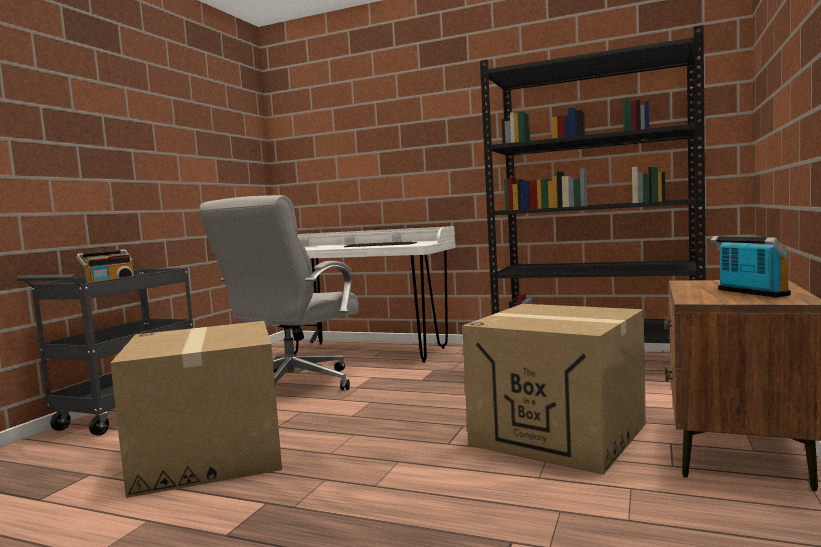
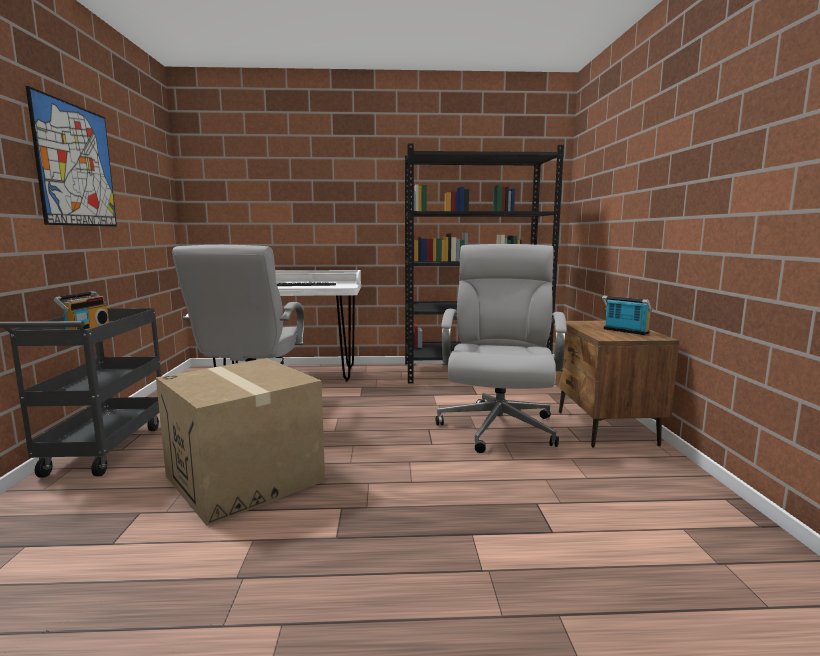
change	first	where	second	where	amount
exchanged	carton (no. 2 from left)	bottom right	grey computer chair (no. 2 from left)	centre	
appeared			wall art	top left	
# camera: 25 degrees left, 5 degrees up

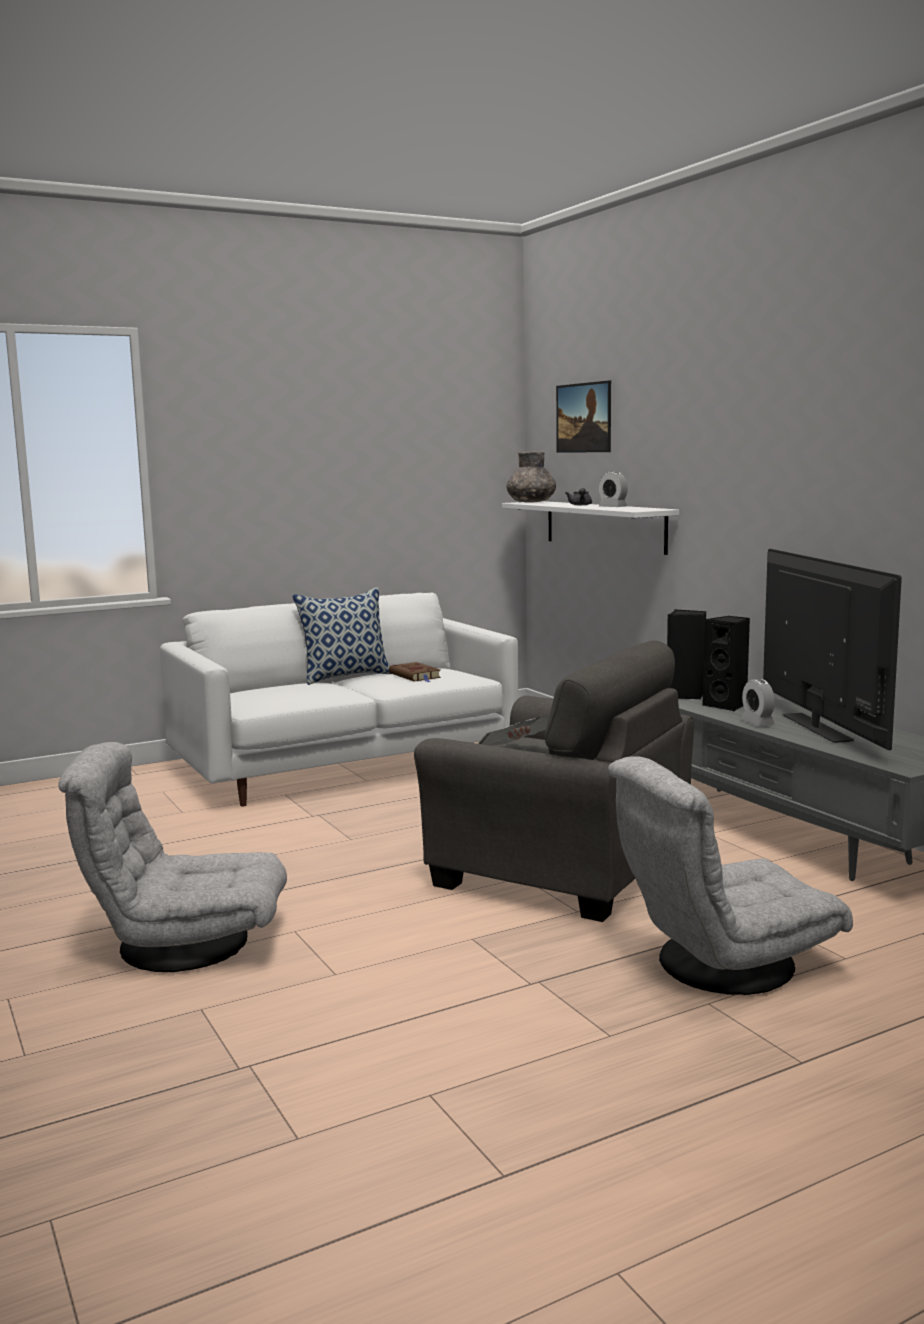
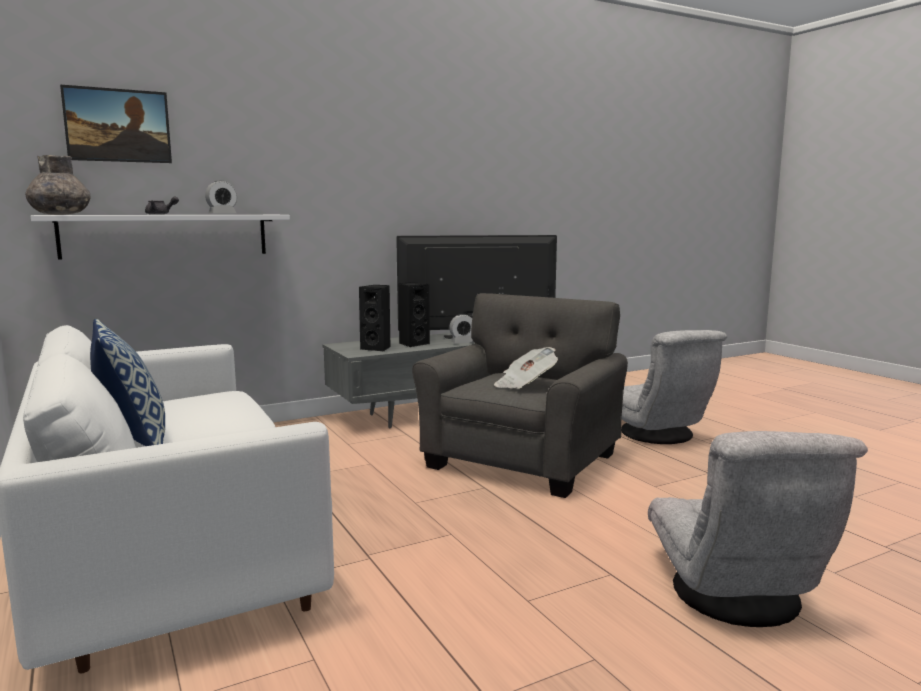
change	first	where	second	where	amount
missing	brown-coloured bound book	centre			
# camera: 90 degrees left, 0 degrees up

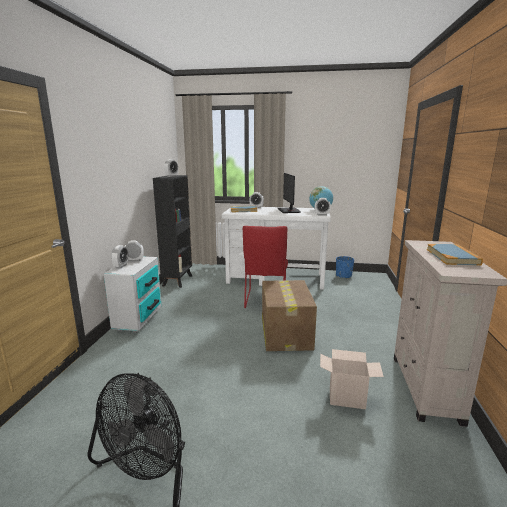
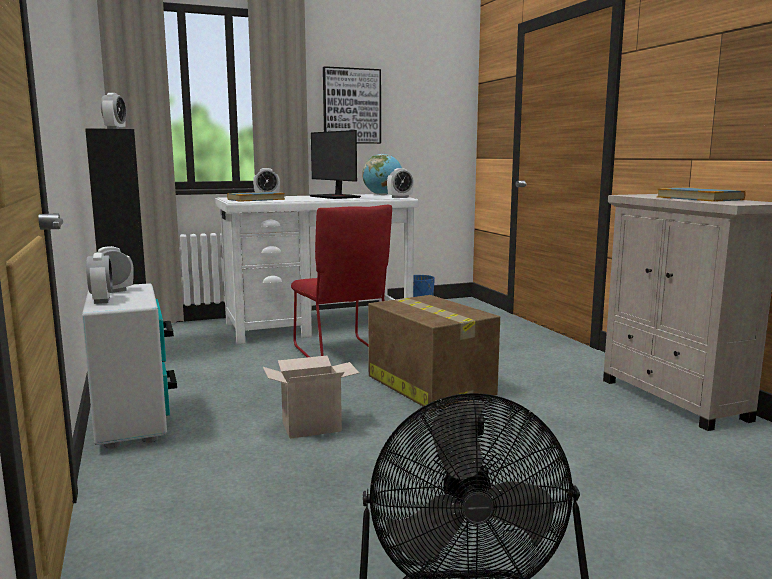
change	first	where	second	where	amount
relocated	carton (no. 2 from left in the first image)	bottom right	carton (no. 1 from left)	bottom centre	
appeared			wall art	top centre	
# camera: 30 degrees left, 5 degrees down

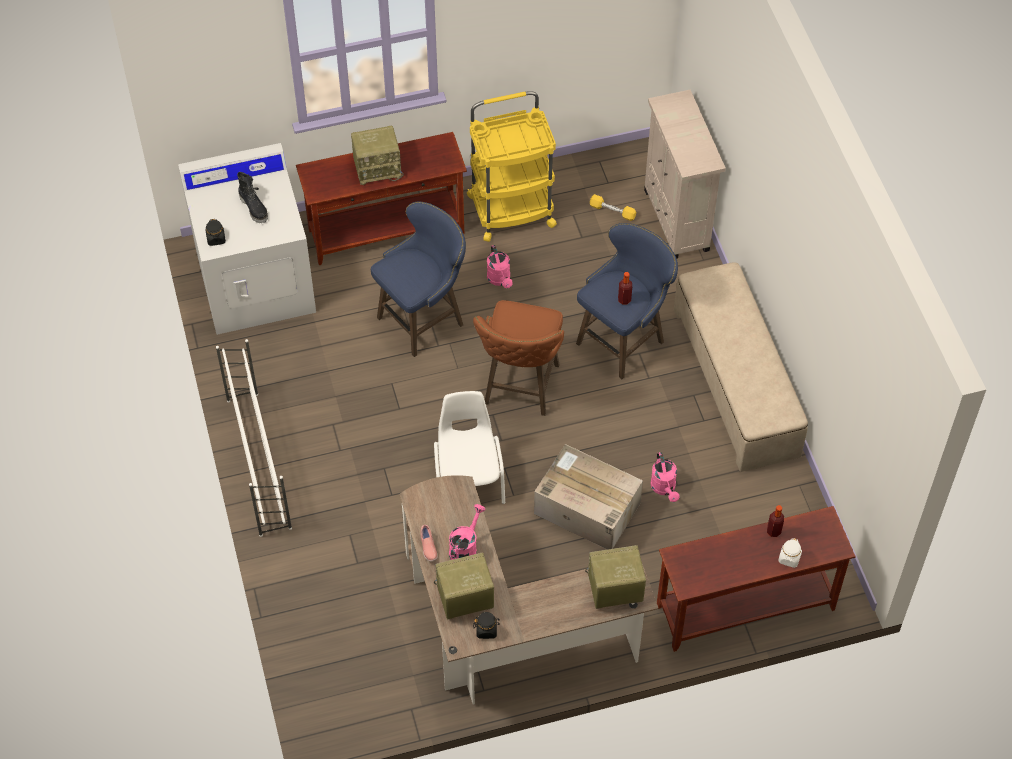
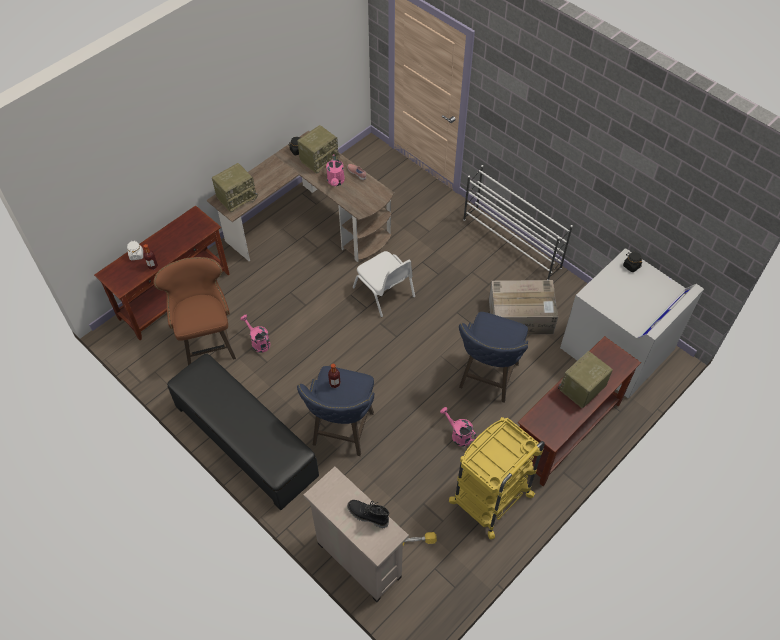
change	first	where	second	where	amount
relocated	black boot	top left		bottom centre	
colour	sand-coloured long seat	middle right	black long seat	bottom left	
relocated	brown-coloured stool seat	centre		middle left	
relocated	carton	centre		middle right	
# camera: 150 degrees right, 0 degrees up

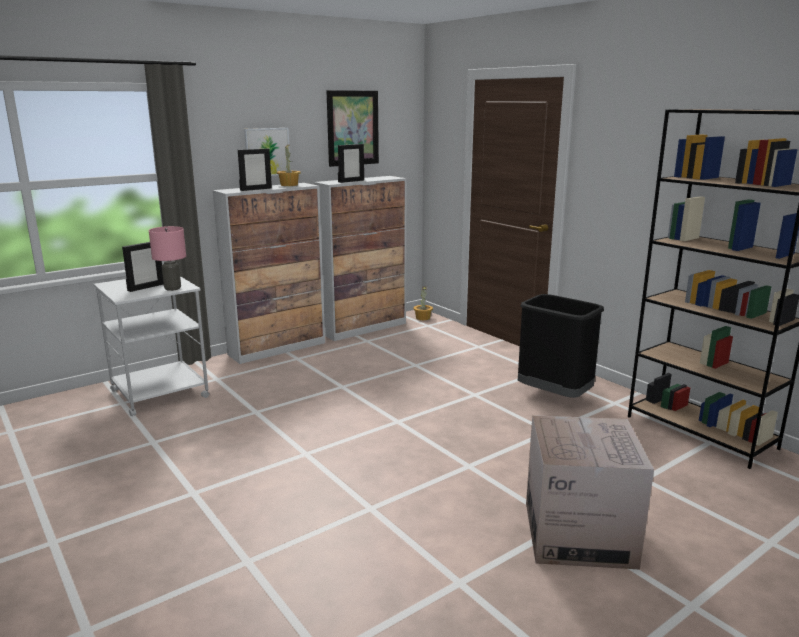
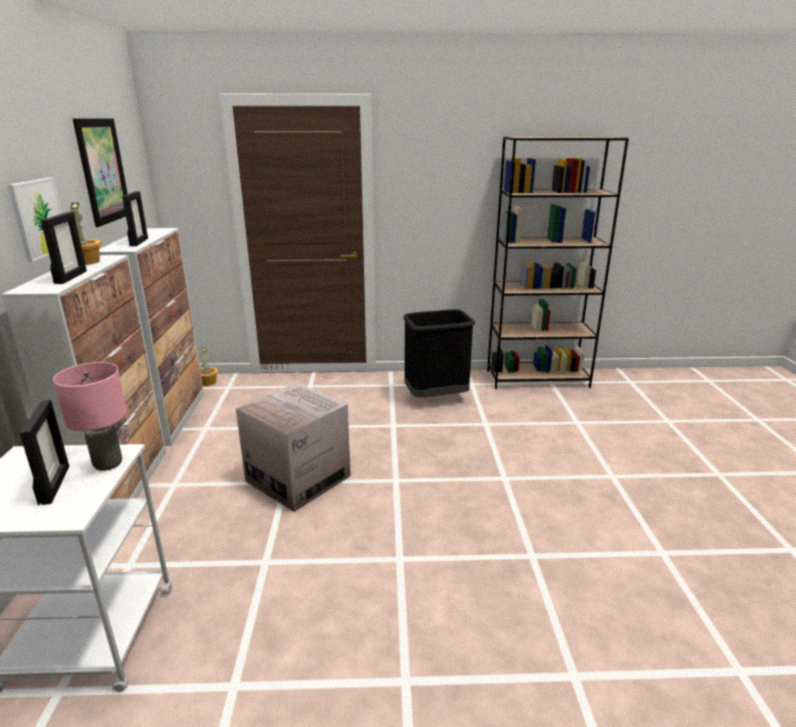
change	first	where	second	where	amount
relocated	carton	bottom right		centre	
# camera: 55 degrees left, 5 degrees up

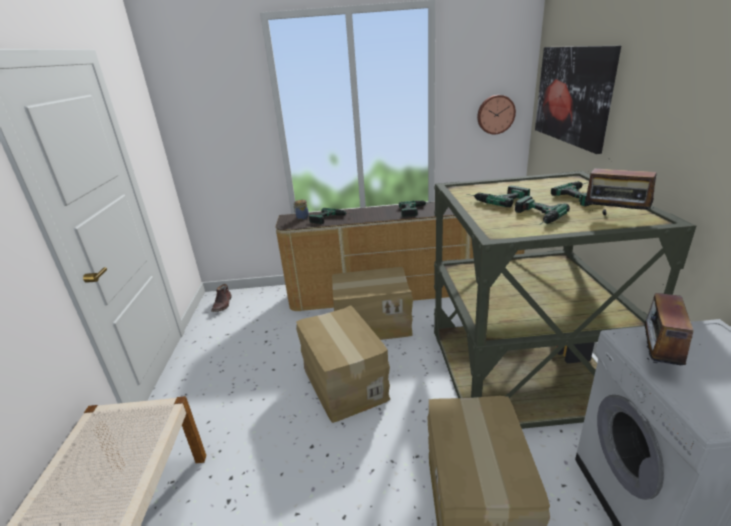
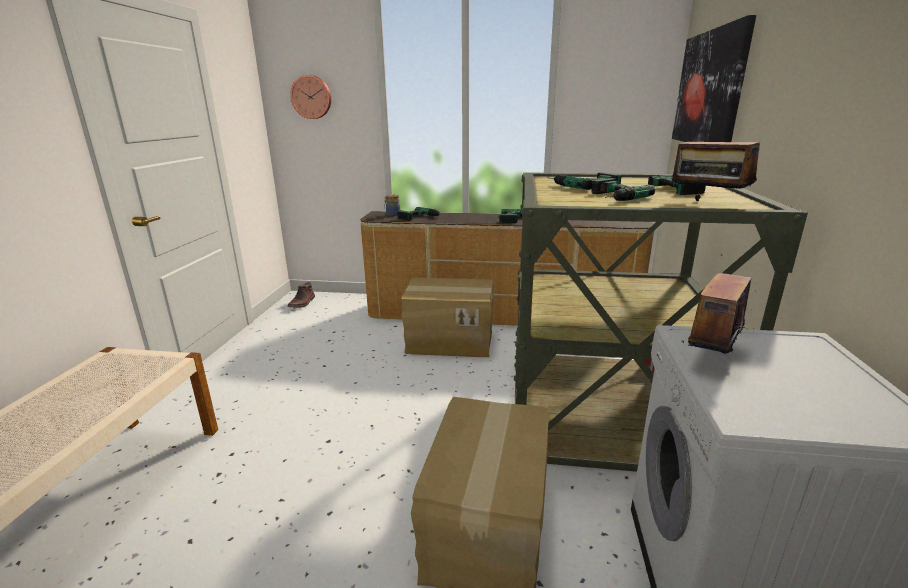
change	first	where	second	where	amount
relocated	hanging clock	top right		top centre	
missing	carton (no. 1 from left)	bottom centre			
# camera: 10 degrees right, 5 degrees down

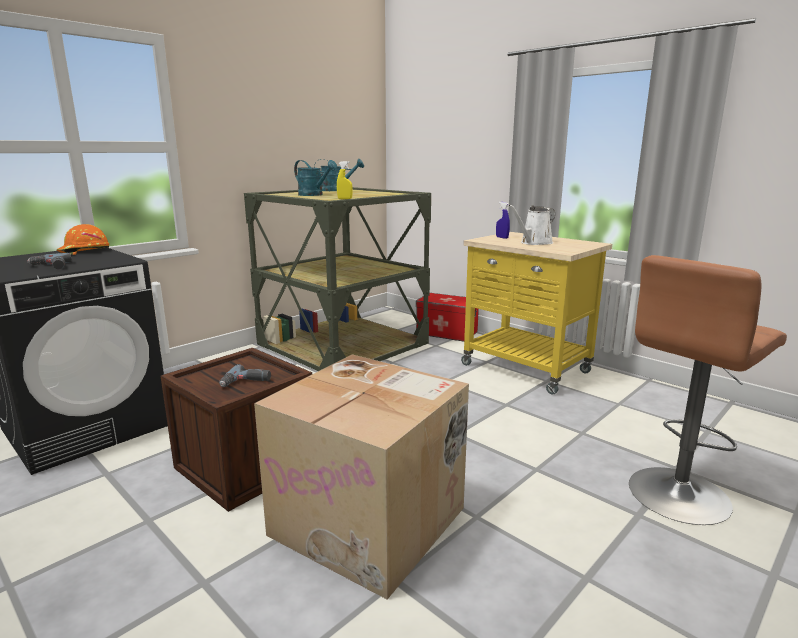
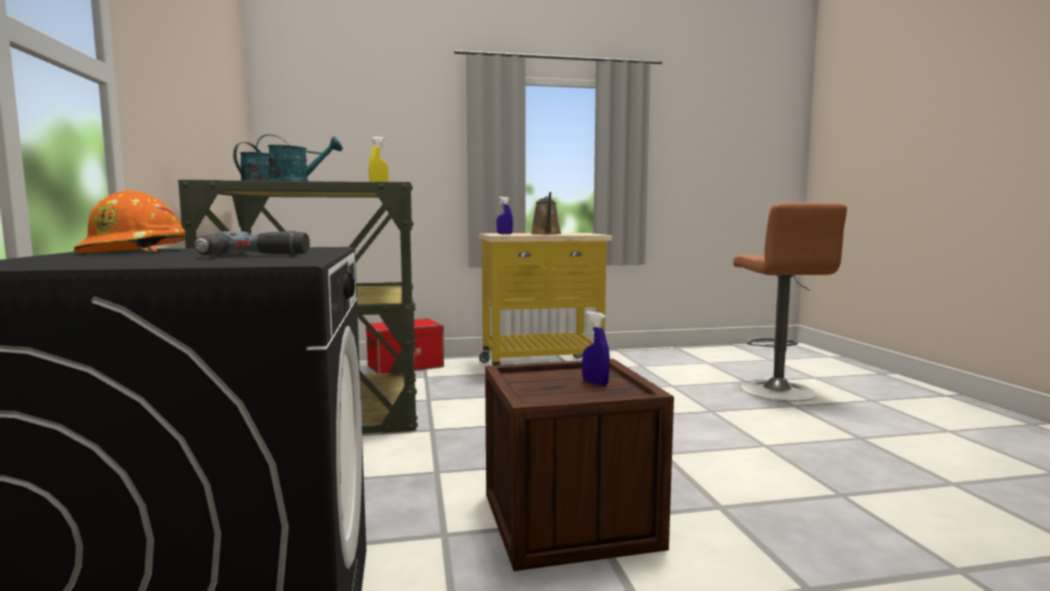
change	first	where	second	where	amount
colour	white watering pot	middle right	brown-coloured watering pot	centre	
missing	carton	bottom centre			
exchanged	drill (no. 2 from left)	middle left	blue-coloured hand sprayer (no. 2 from left)	centre	
# camera: 55 degrees left, 10 degrees down

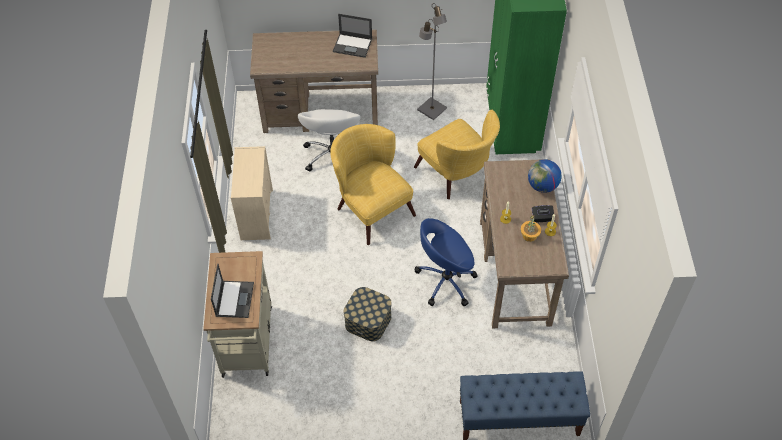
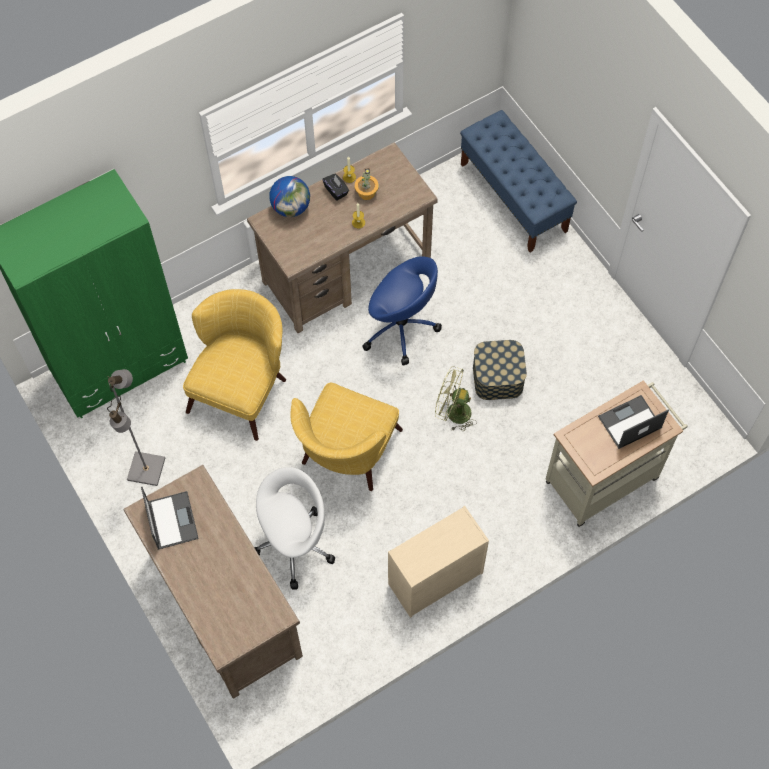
change	first	where	second	where	amount
appeared			green-coloured cooling fan	centre	
# camera: 120 degrees left, 10 degrees up

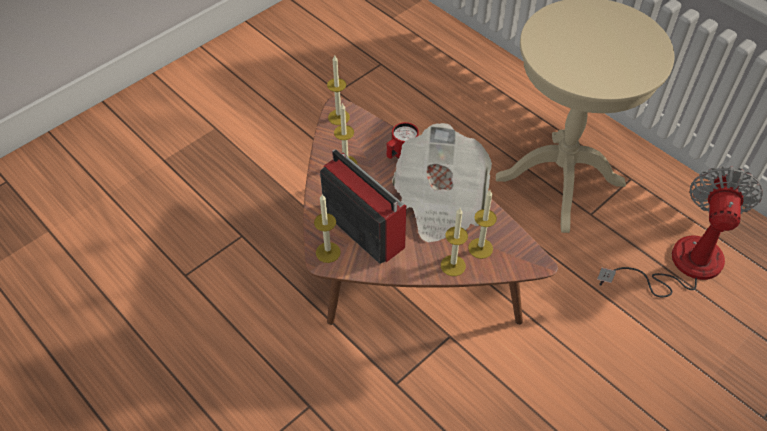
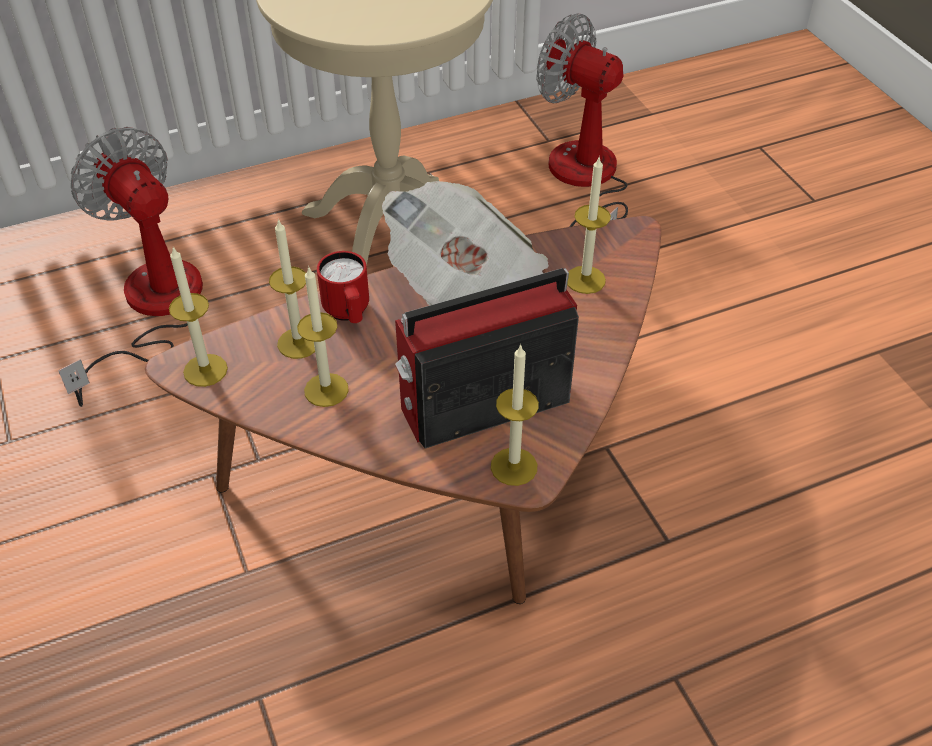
change	first	where	second	where	amount
relocated	wax light (no. 4 from left in the first image)	centre	wax light (no. 2 from left)	middle left	
appeared			cooling fan (no. 1 from left)	middle left	
# camera: 70 degrees left, 5 degrees down

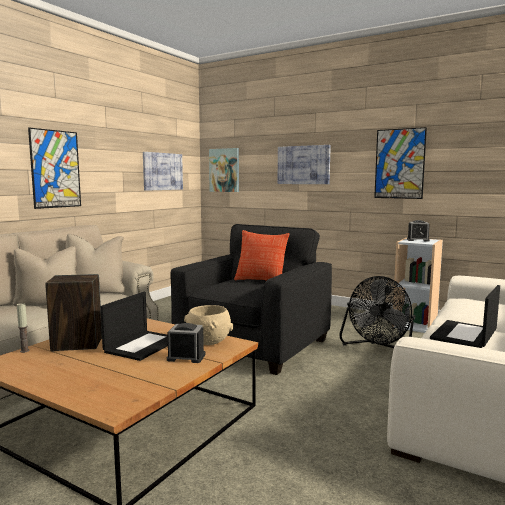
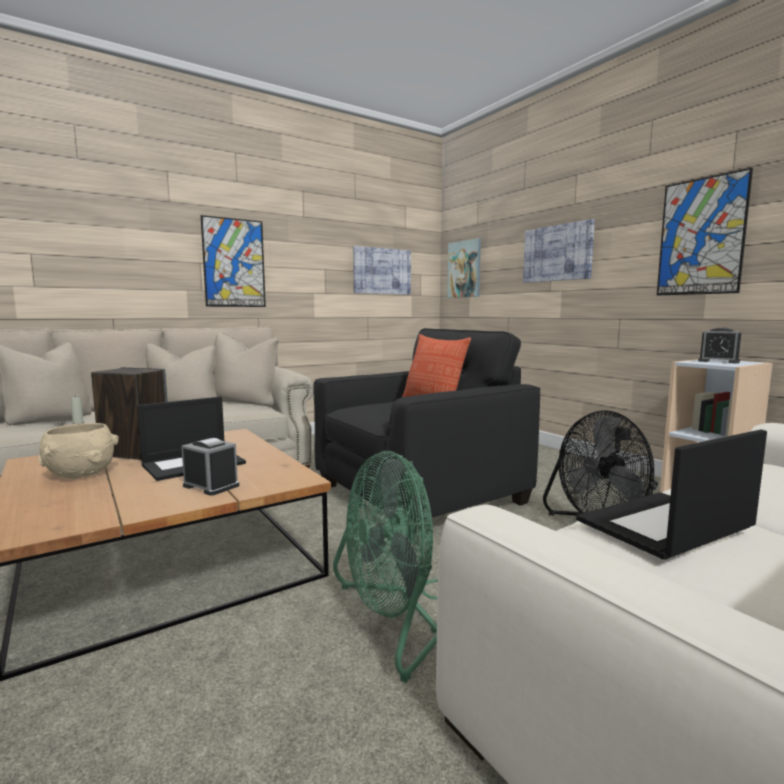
change	first	where	second	where	amount
relocated	sand-coloured bowl	centre		middle left	
appeared			green-coloured cooling fan	bottom centre	
# camera: 25 degrees right, 0 degrees up

